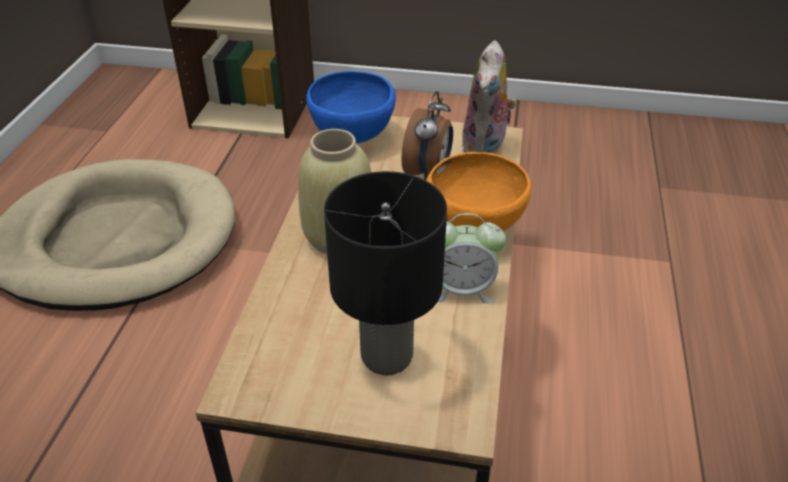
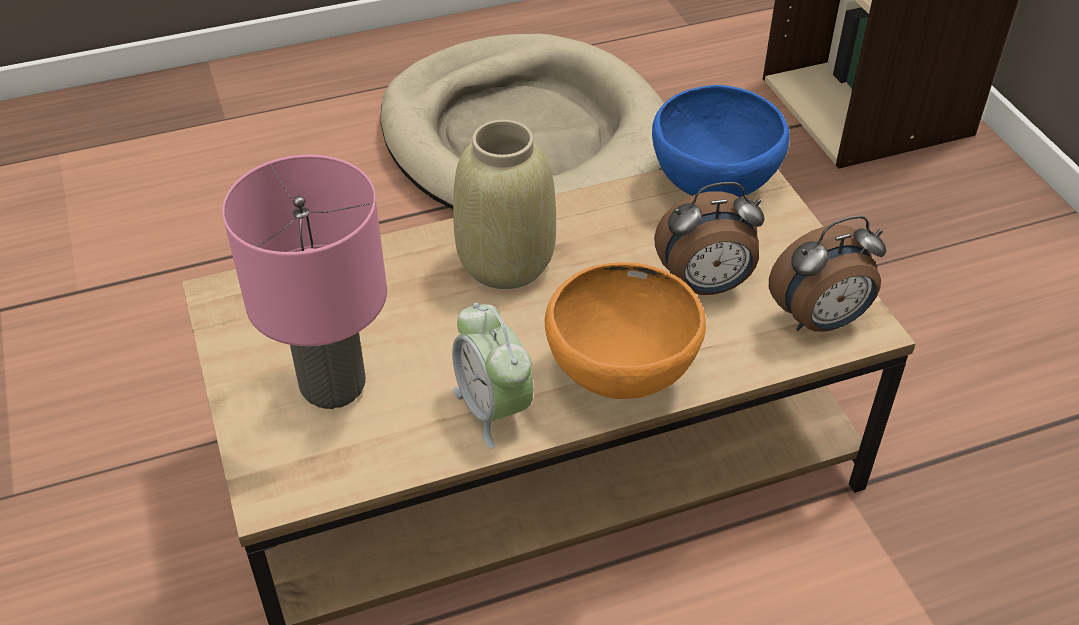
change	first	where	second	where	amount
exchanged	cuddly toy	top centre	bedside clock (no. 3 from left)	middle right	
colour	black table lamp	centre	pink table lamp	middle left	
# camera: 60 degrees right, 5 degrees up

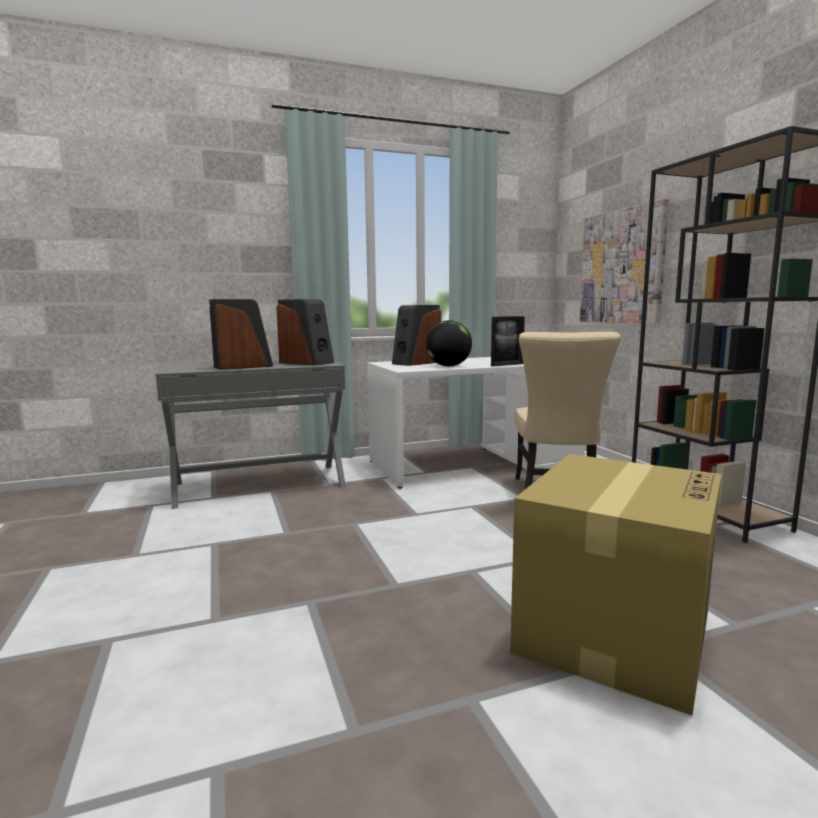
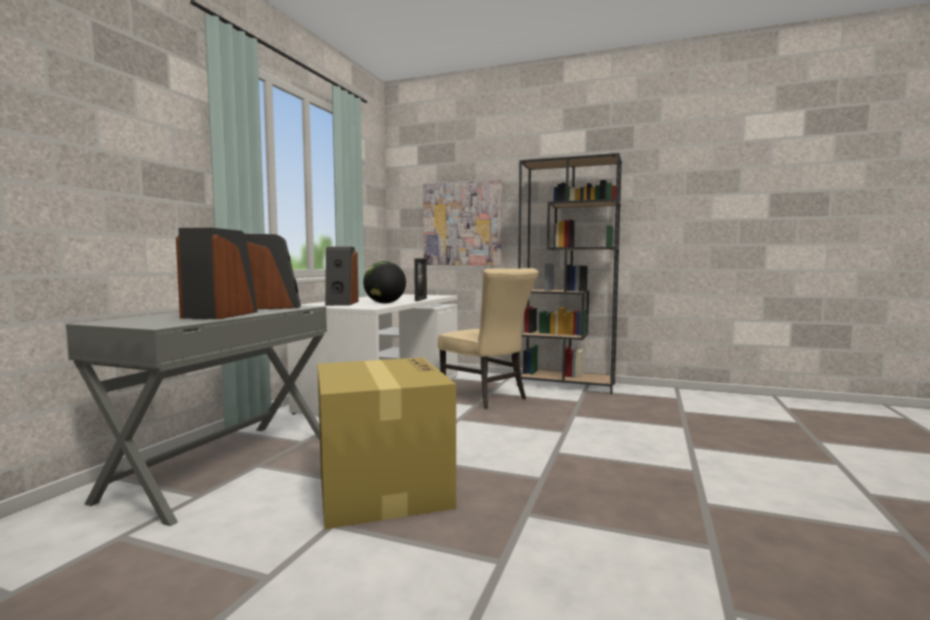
change	first	where	second	where	amount
relocated	carton	bottom right		bottom centre	
# camera: 50 degrees left, 5 degrees down

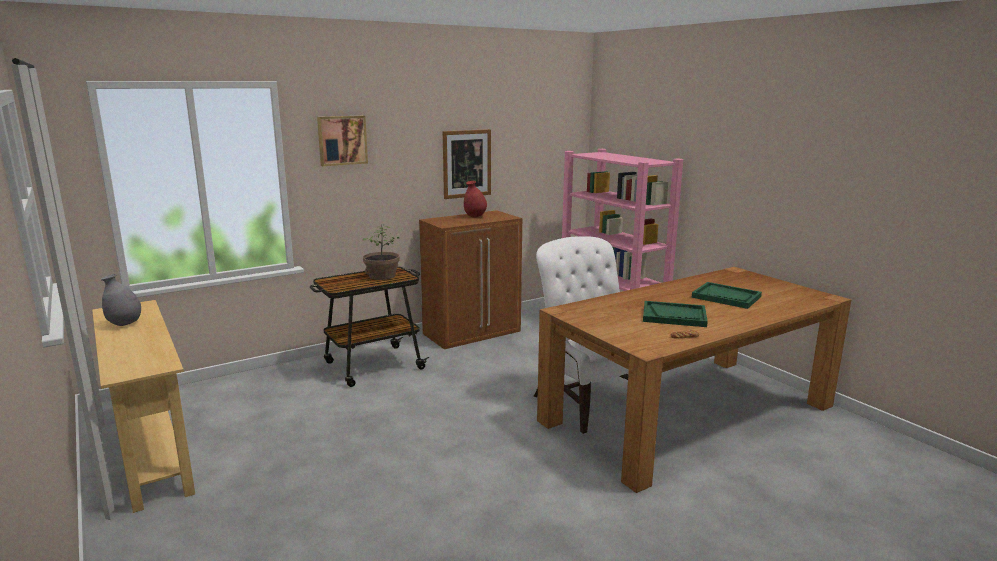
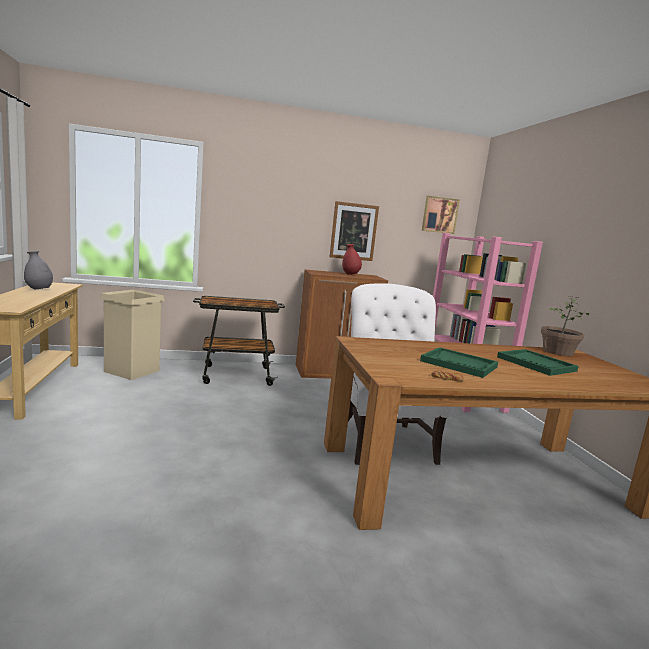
change	first	where	second	where	amount
relocated	wall art (no. 1 from left in the first image)	top centre	wall art (no. 2 from left)	top right	
relocated	houseplant	centre		middle right	
appeared			sand-coloured waste bin	middle left	
# camera: 20 degrees right, 5 degrees down

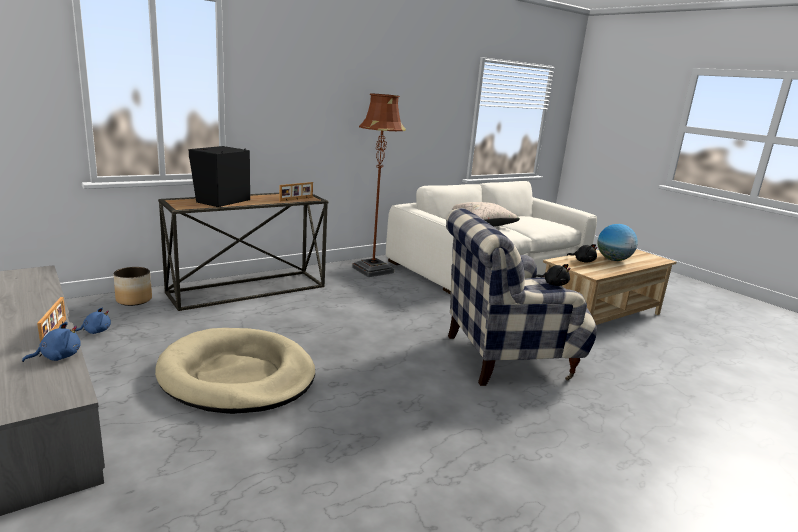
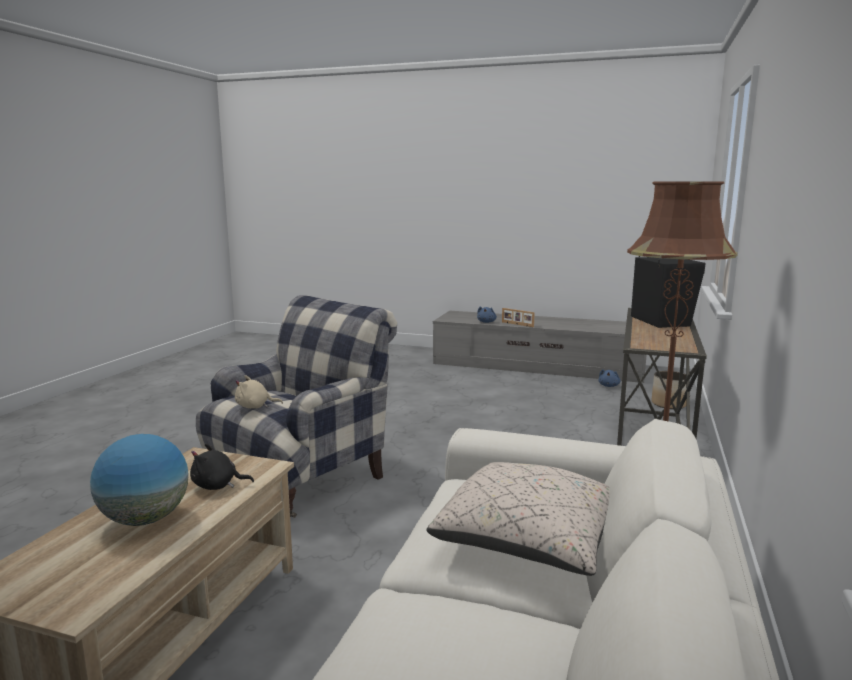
change	first	where	second	where	amount
missing	photo frame (no. 2 from left)	centre			
colour	black cuddly toy (no. 1 from left)	middle right	sand-coloured cuddly toy	middle left	
missing	sand-coloured dog cushion	bottom left			
# camera: 145 degrees right, 5 degrees down

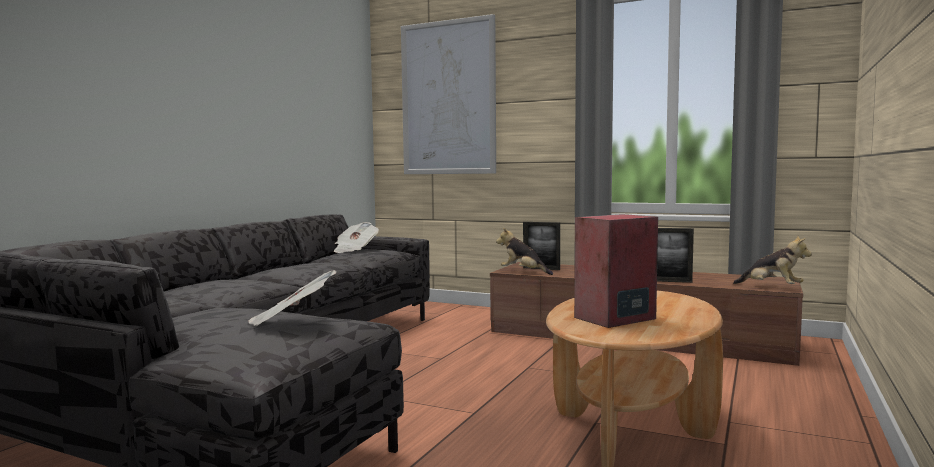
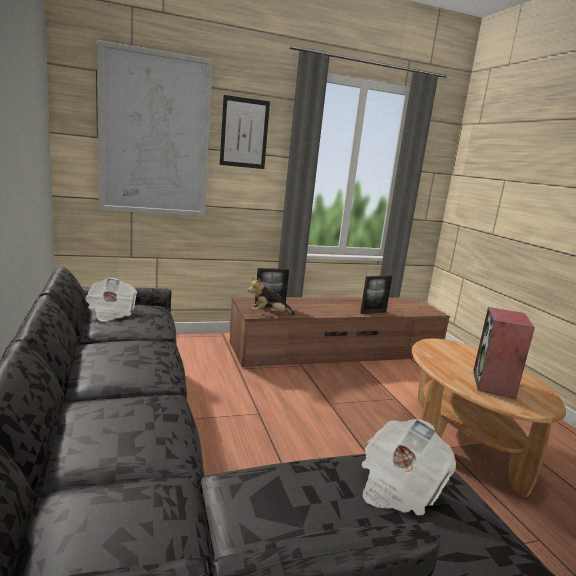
change	first	where	second	where	amount
missing	cuddly toy (no. 2 from left)	middle right			
appeared			wall art (no. 2 from left)	top centre	
# camera: 45 degrees left, 10 degrees up

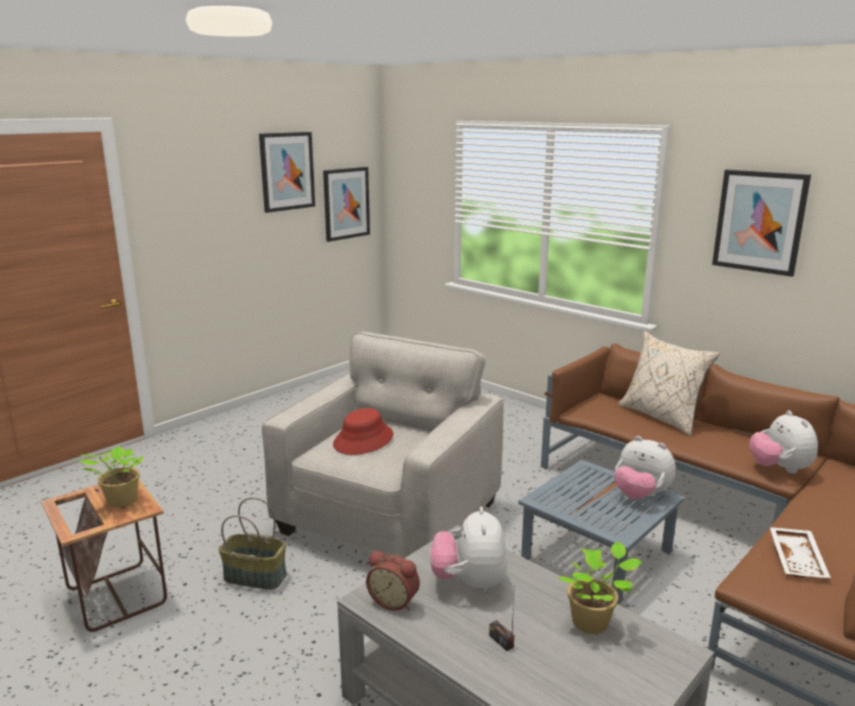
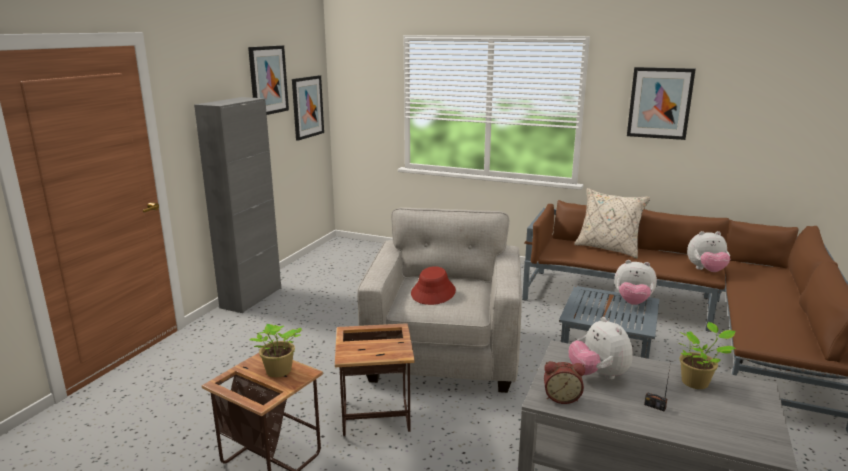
change	first	where	second	where	amount
spun	cuddly toy (no. 3 from left)	middle right		middle right	60 degrees counterclockwise
exchanged	household basket	bottom left	end table (no. 2 from left)	bottom centre	
missing	white tray	bottom right			
appeared			grey cabinet	middle left	
# camera: 20 degrees left, 0 degrees up

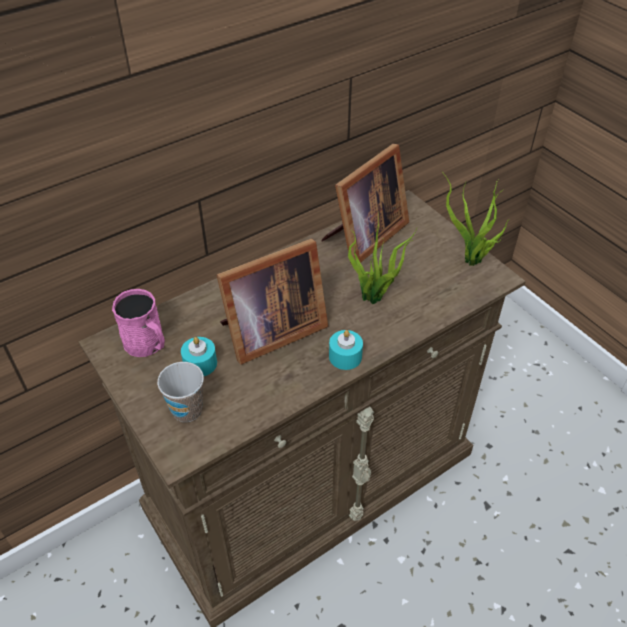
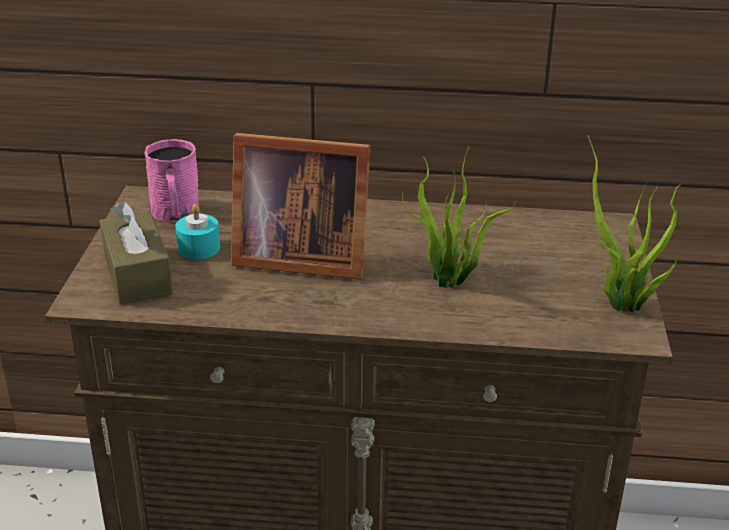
change	first	where	second	where	amount
missing	photo frame (no. 2 from left)	top centre			
missing	blue-green wax light (no. 2 from left)	centre			
exchanged	cup	middle left	brown-coloured box of tissues	middle left	
# camera: 40 degrees right, 15 degrees down

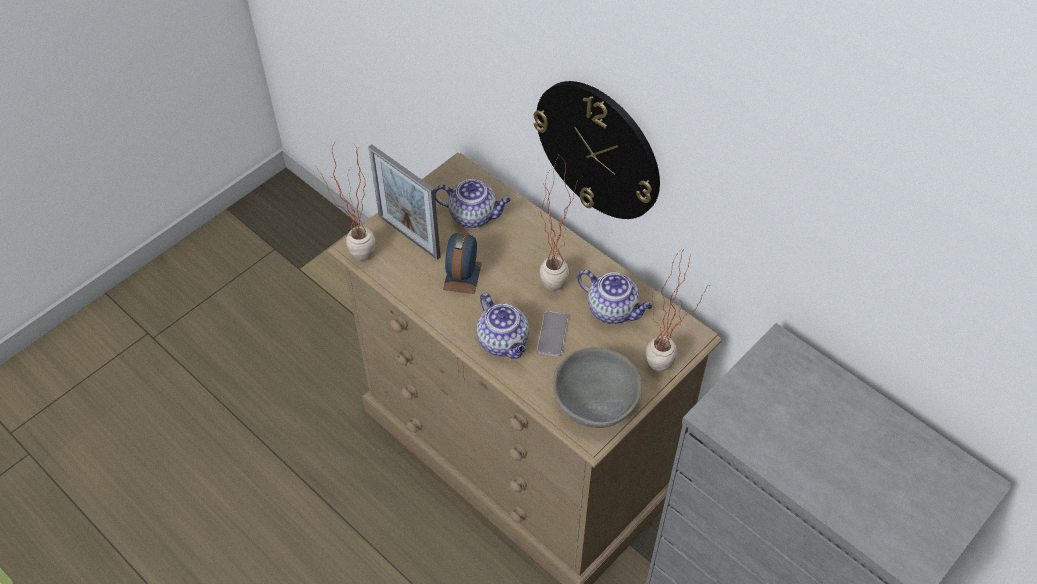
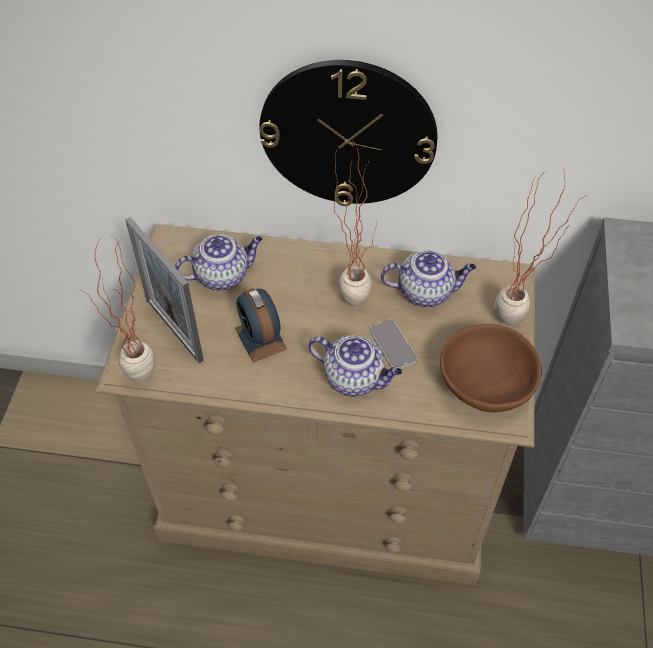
change	first	where	second	where	amount
spun	photo frame	centre		middle left	45 degrees clockwise
colour	grey bowl	centre	brown-coloured bowl	middle right	
# camera: 35 degrees left, 0 degrees up

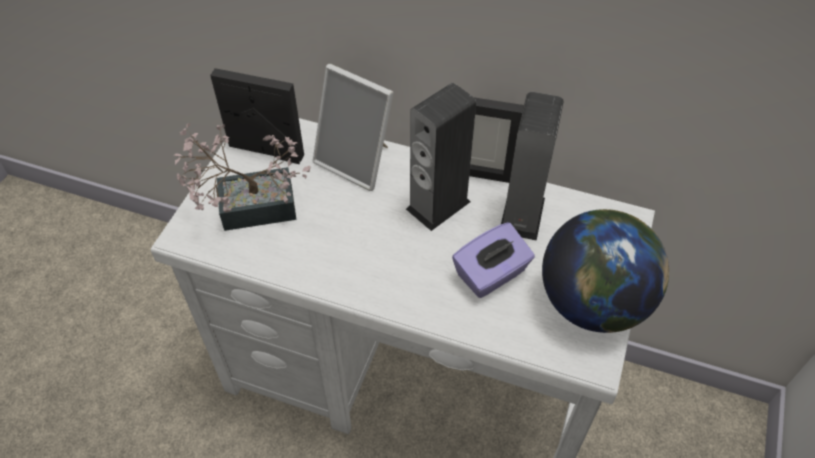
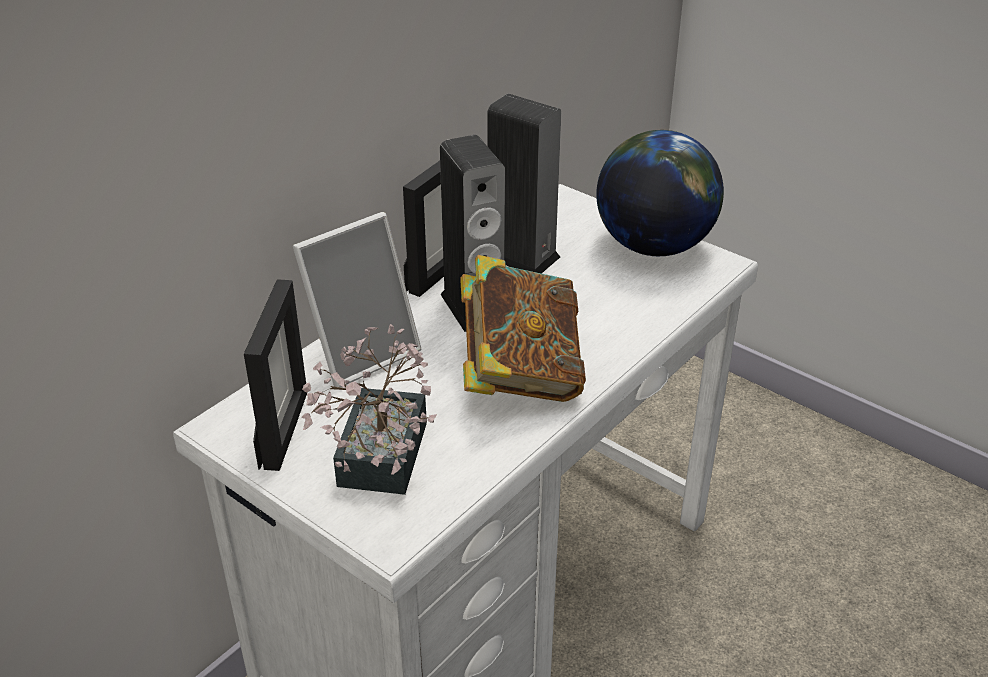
change	first	where	second	where	amount
spun	photo frame (no. 1 from left)	top left		middle left	150 degrees clockwise
missing	purplish box of tissues	centre			
appeared			bound book	centre	
# camera: 70 degrees left, 15 degrees down

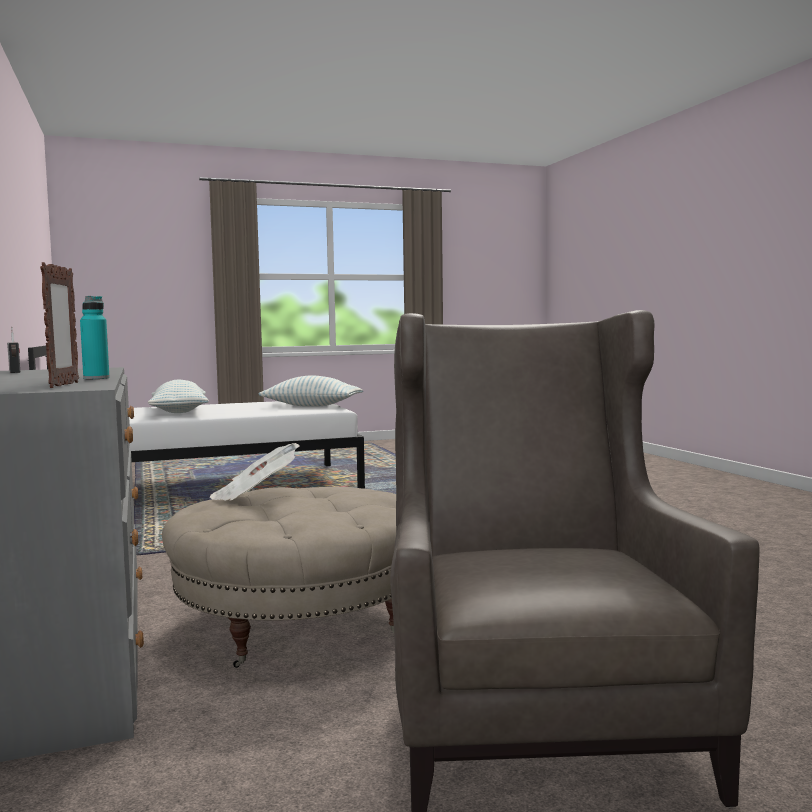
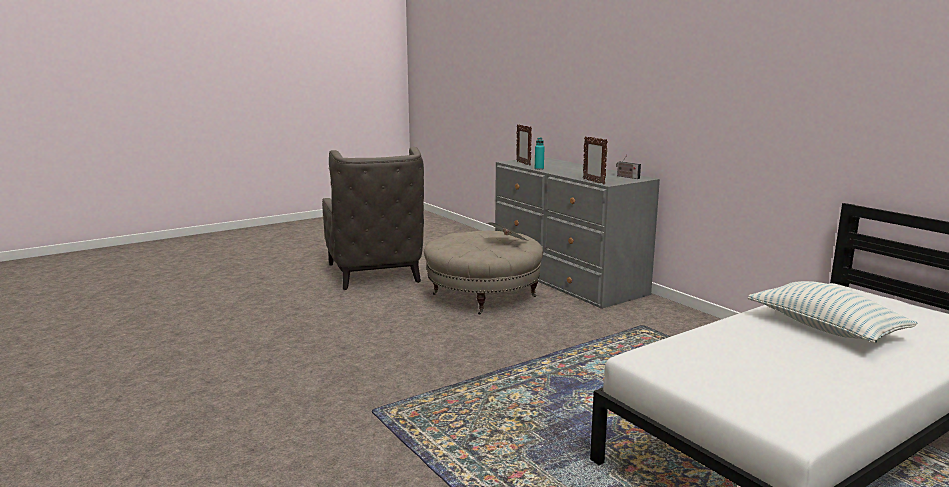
change	first	where	second	where	amount
missing	throw pillow (no. 2 from left)	centre			
appeared			photo frame (no. 2 from left)	top centre	
# camera: 165 degrees right, 10 degrees up

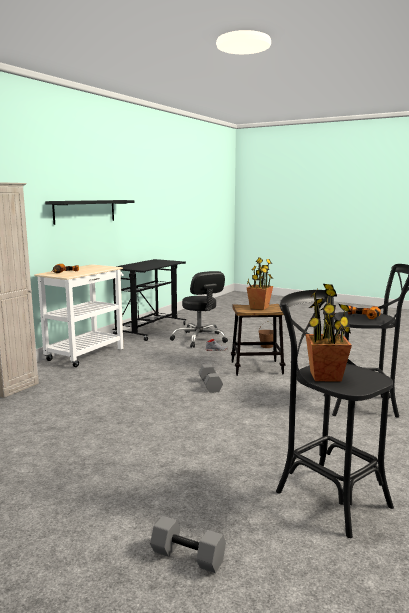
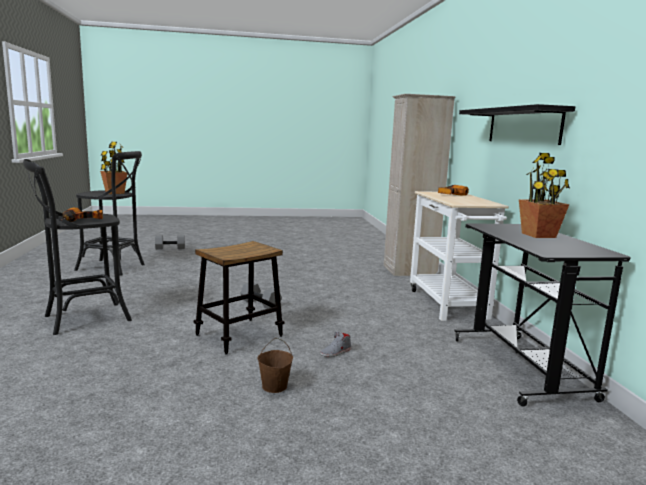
change	first	where	second	where	amount
relocated	houseplant (no. 1 from left in the first image)	centre	houseplant (no. 2 from left)	middle right	
missing	black computer chair	centre			
# camera: 140 degrees right, 0 degrees up

